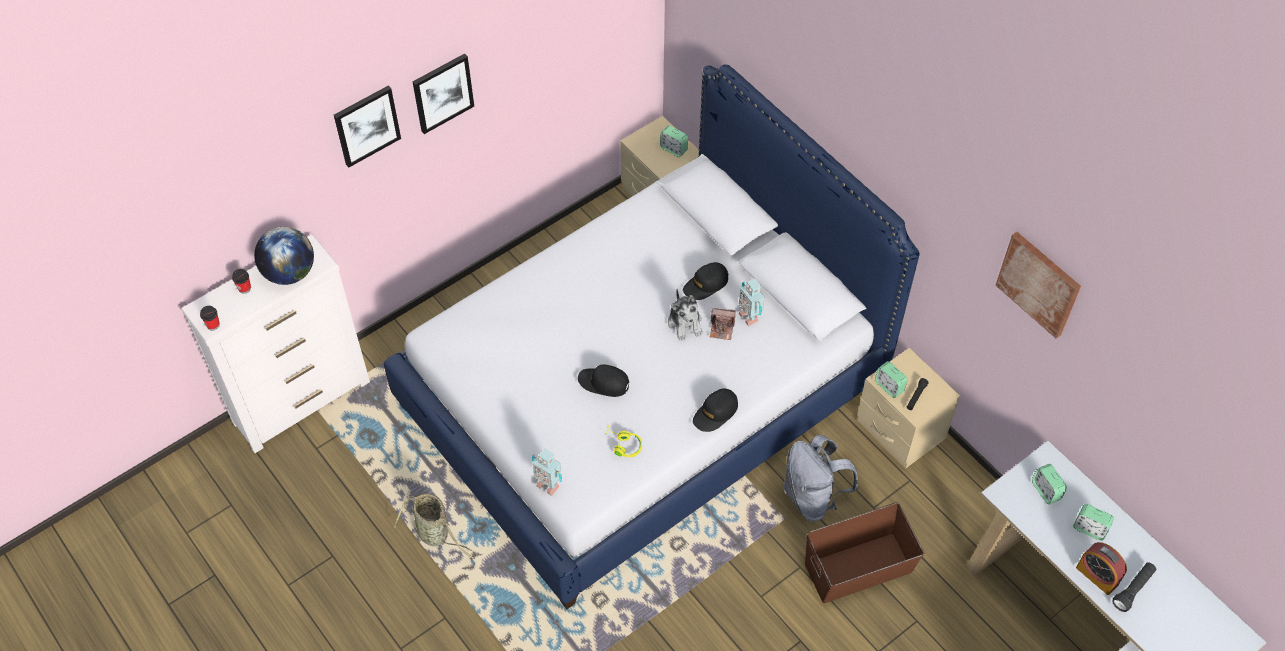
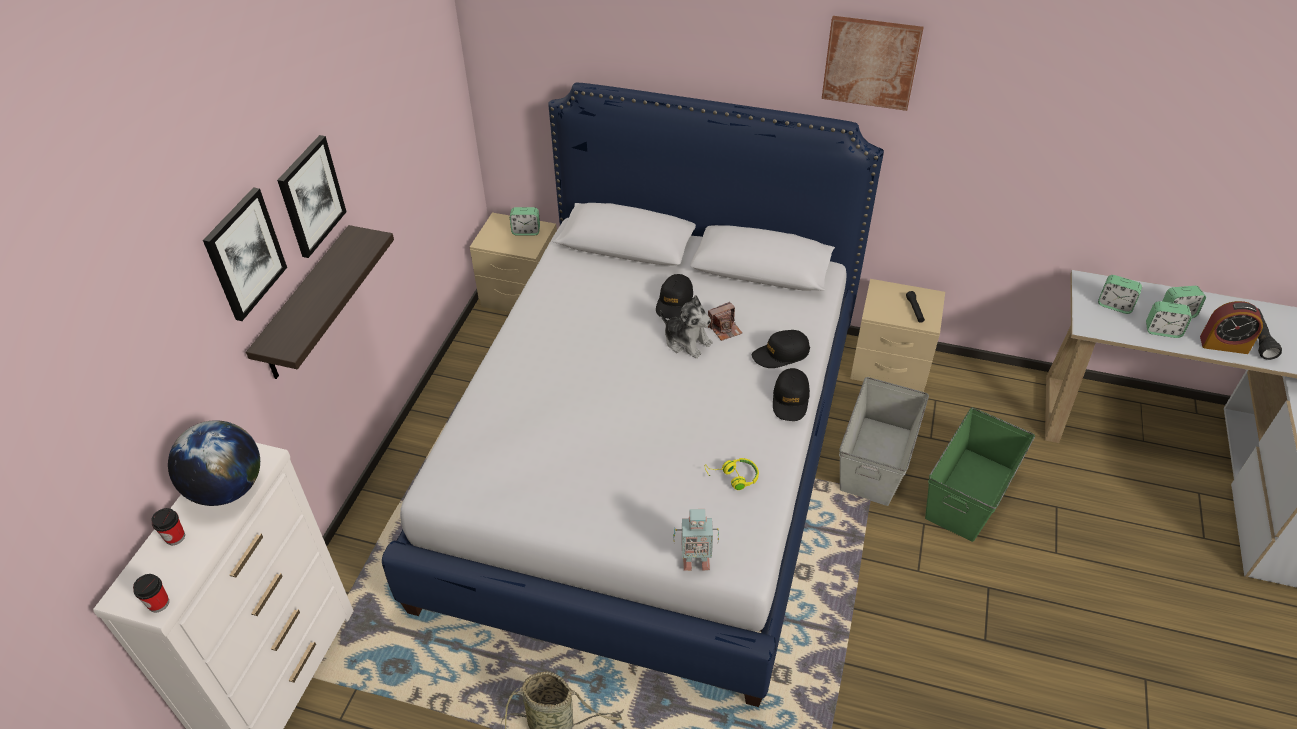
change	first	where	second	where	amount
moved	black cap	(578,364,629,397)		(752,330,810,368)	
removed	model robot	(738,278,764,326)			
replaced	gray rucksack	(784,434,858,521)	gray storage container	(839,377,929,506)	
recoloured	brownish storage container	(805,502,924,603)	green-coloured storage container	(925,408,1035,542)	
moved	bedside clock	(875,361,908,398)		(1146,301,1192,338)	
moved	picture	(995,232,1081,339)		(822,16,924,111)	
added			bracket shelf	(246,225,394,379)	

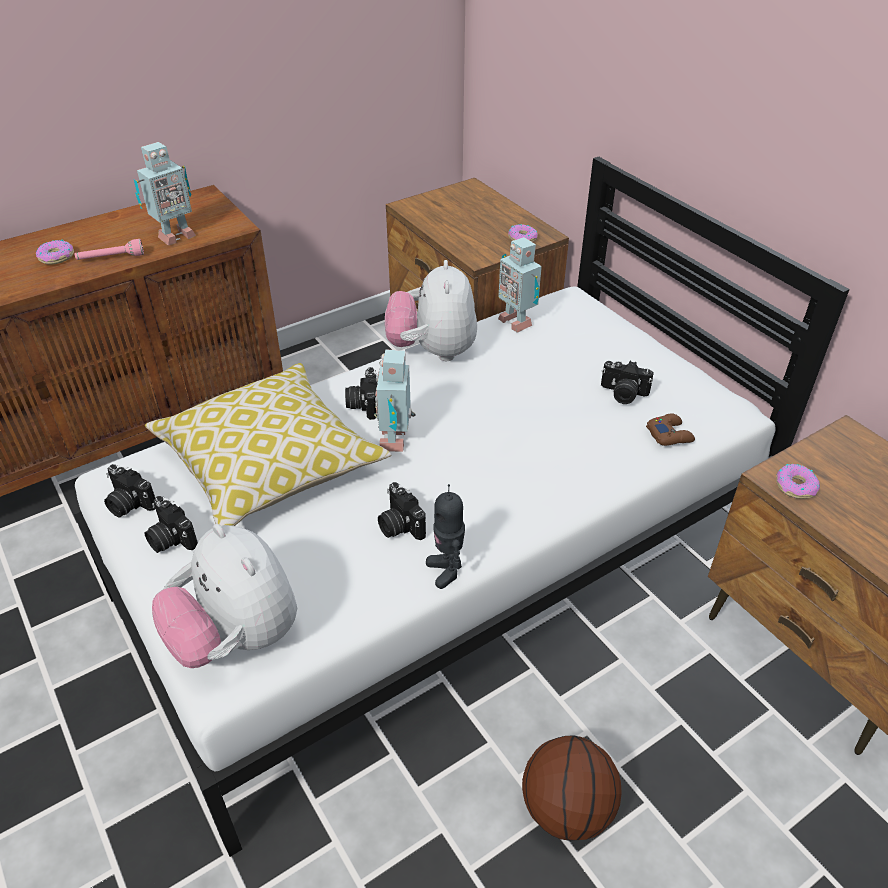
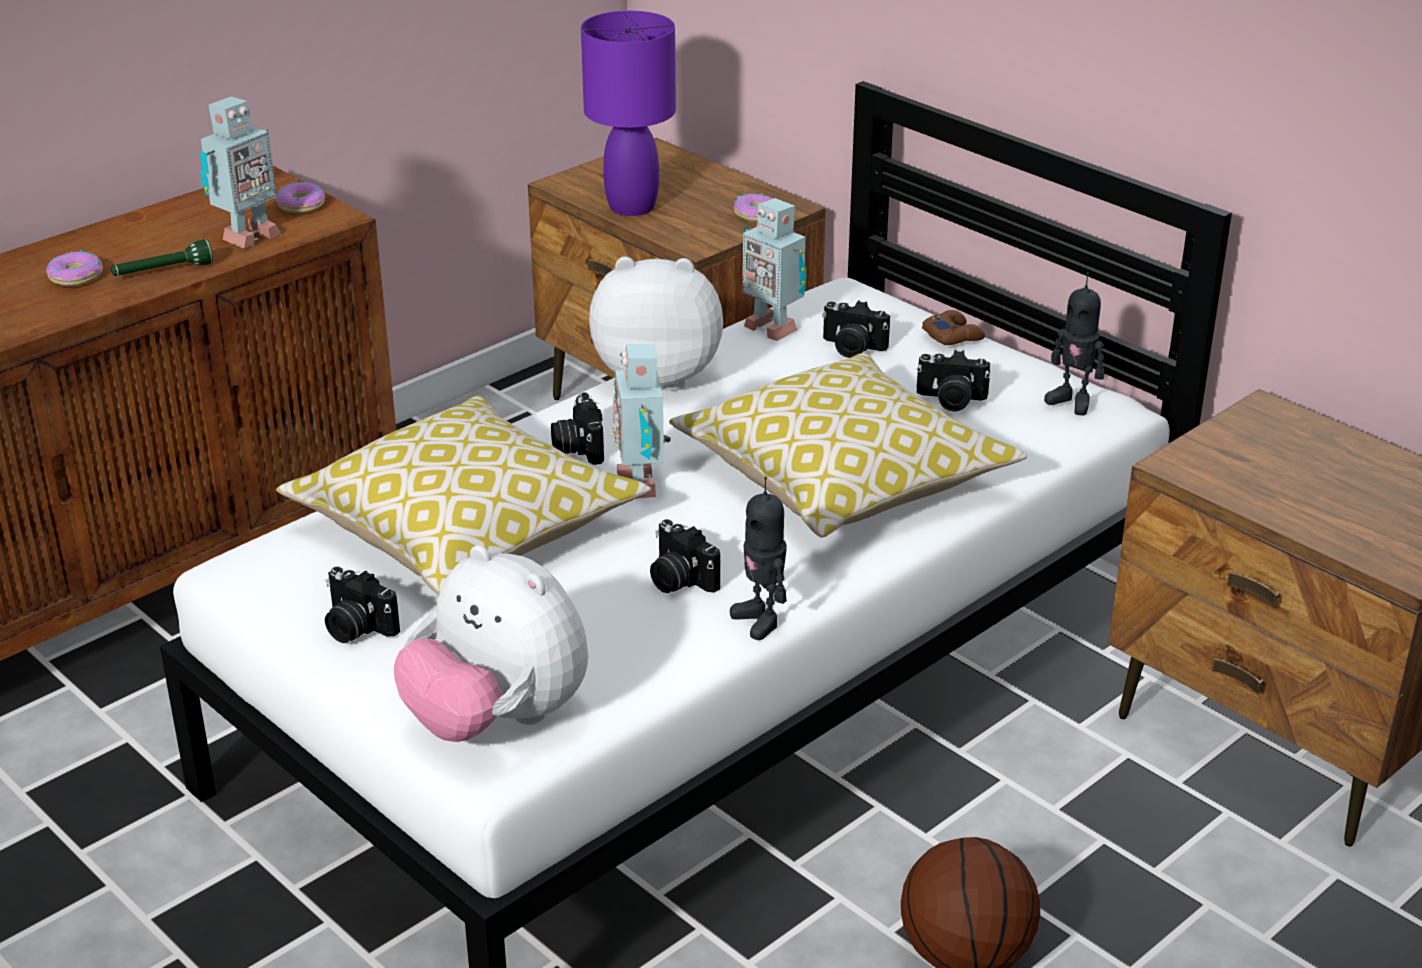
change	first	where	second	where	amount
recoloured	pink-coloured flashlight	(75,239,144,260)	green-coloured flashlight	(111,239,213,276)	
moved	photo camera	(104,464,155,517)		(822,300,890,358)	
turned	soft toy	(385,260,477,361)		(589,257,723,390)	105 degrees clockwise
moved	brownish gamepad	(646,413,695,446)		(922,310,985,345)	
moved	donut	(776,464,820,499)		(275,182,325,213)	
added			purplish tabletop lamp	(581,11,676,216)	
added			cushion	(669,353,1027,537)	
added			model robot	(1044,272,1104,416)	

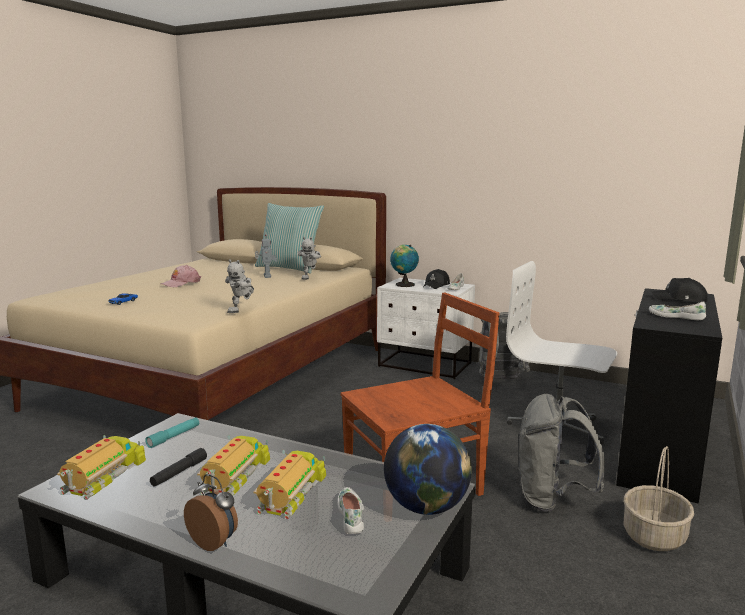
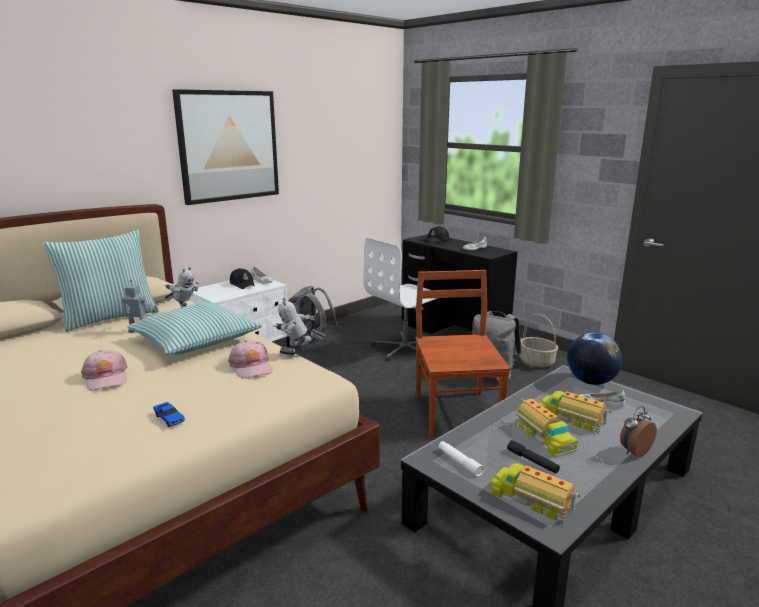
change	first	where	second	where	amount
recoloured	blue-green flashlight	(145,417,199,448)	whitish flashlight	(439,441,484,476)	
turned	toy lorry	(197,435,270,496)		(514,398,578,457)	150 degrees counterclockwise
turned	model robot	(225,259,254,313)		(274,298,325,355)	135 degrees clockwise
removed	desk globe	(390,245,419,287)			
added			cushion	(127,302,262,354)	
added			picture	(172,89,279,205)	
added			pink-coloured cap	(228,340,273,379)	

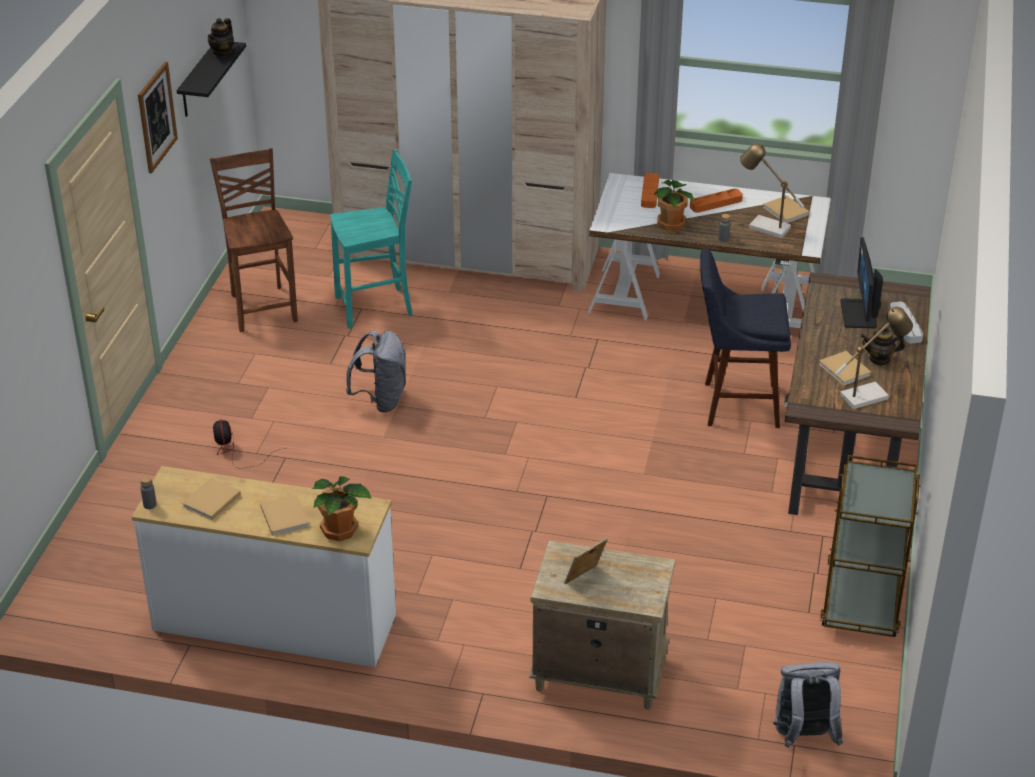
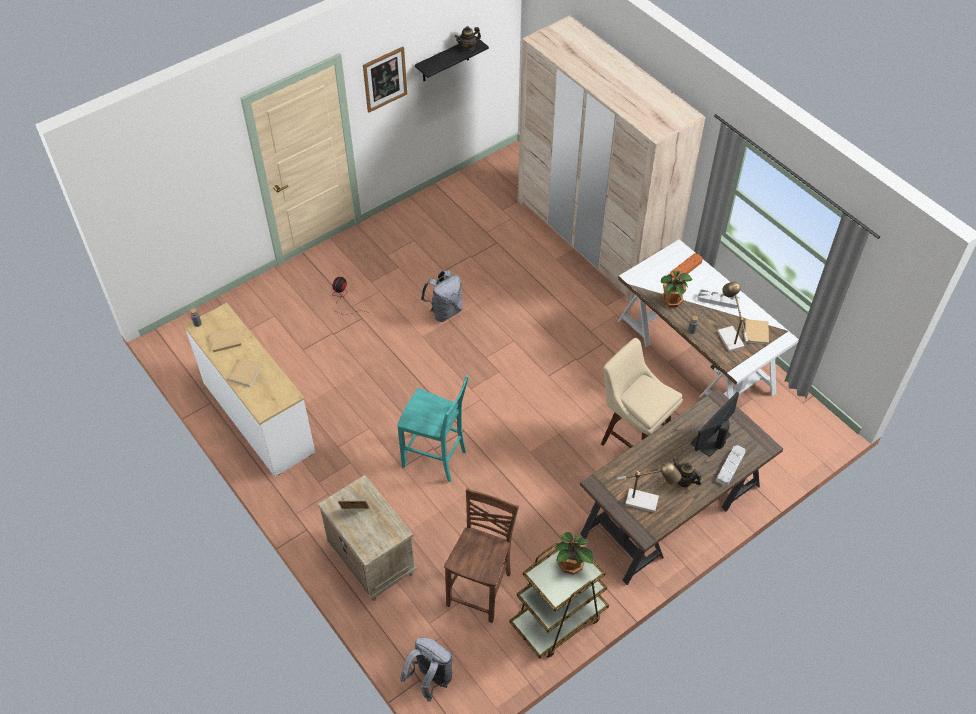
change	first	where	second	where	amount
moved	brownish plain chair	(210,148,298,332)		(444,488,519,623)	
moved	plant in a pot	(312,476,372,541)		(555,532,593,574)	
moved	blue-green plain chair	(330,150,413,329)		(397,375,469,482)	
recoloured	orange-coloured carrying tray	(690,189,743,213)	whitish carrying tray	(697,289,740,309)	
recoloured	bluish sitting stool	(700,248,791,428)	beige-coloured sitting stool	(601,338,683,448)	
removed	beige-coloured volume	(819,351,871,386)			

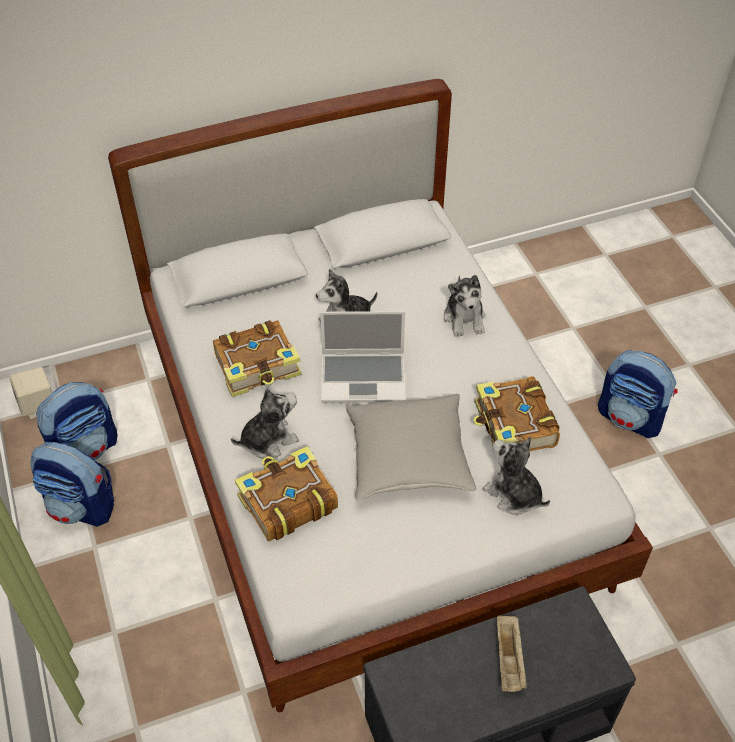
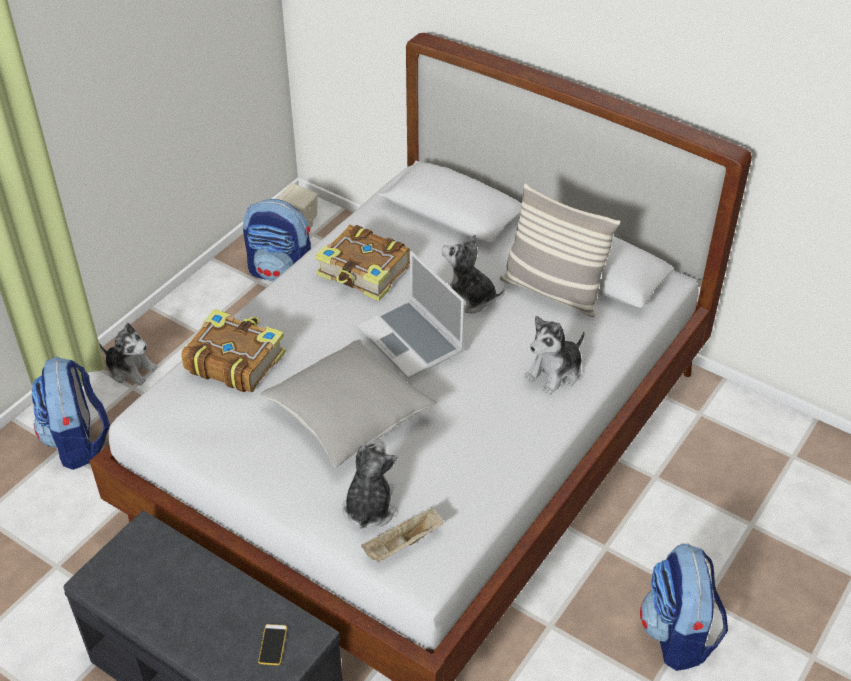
change	first	where	second	where	amount
moved	rucksack	(31,442,114,527)		(32,357,110,470)	
moved	soft toy	(231,388,299,459)		(99,323,157,386)	
removed	volume	(474,376,560,451)			
moved	beige-coloured carrying tray	(497,615,527,692)		(361,507,443,563)	
added			telephone	(258,624,287,665)	
added			cushion	(500,183,621,317)	

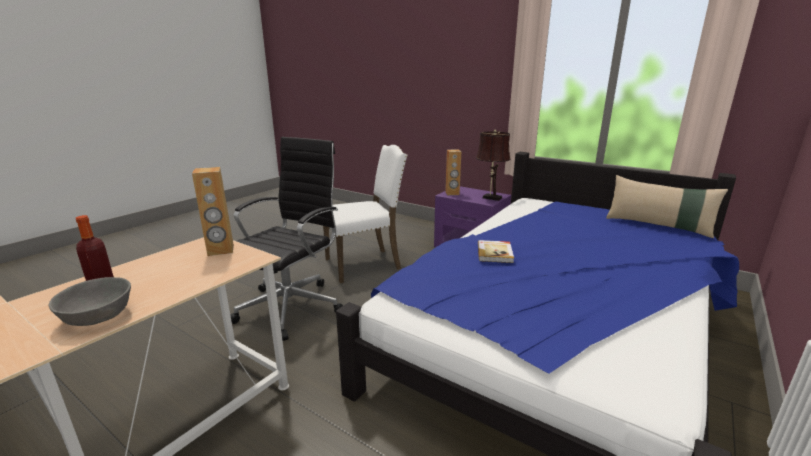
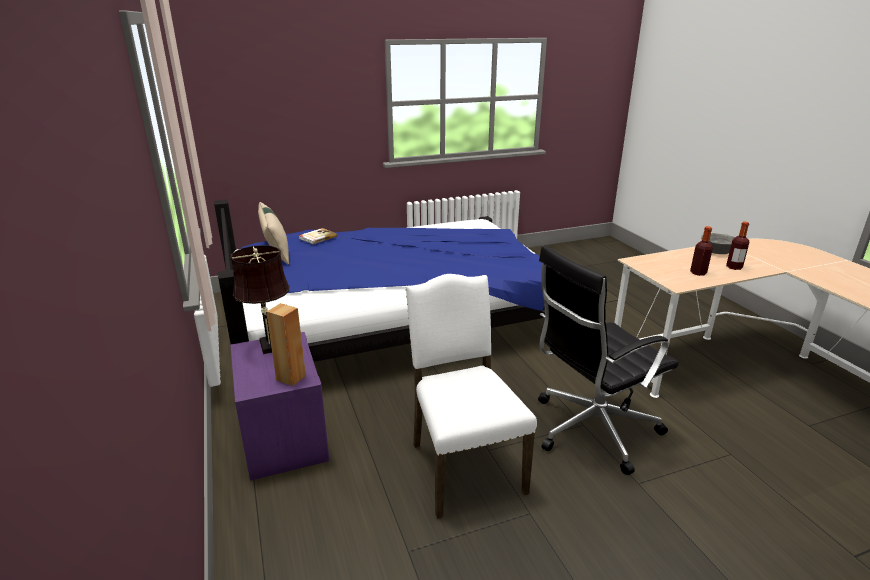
change	first	where	second	where	amount
removed	brownish audio speaker	(192,167,234,256)			
turned	whitish plain chair	(323,145,408,283)		(405,274,537,519)	60 degrees clockwise
moved	volume	(478,240,514,263)		(299,228,337,244)	
added			drink bottle	(690,226,713,276)	

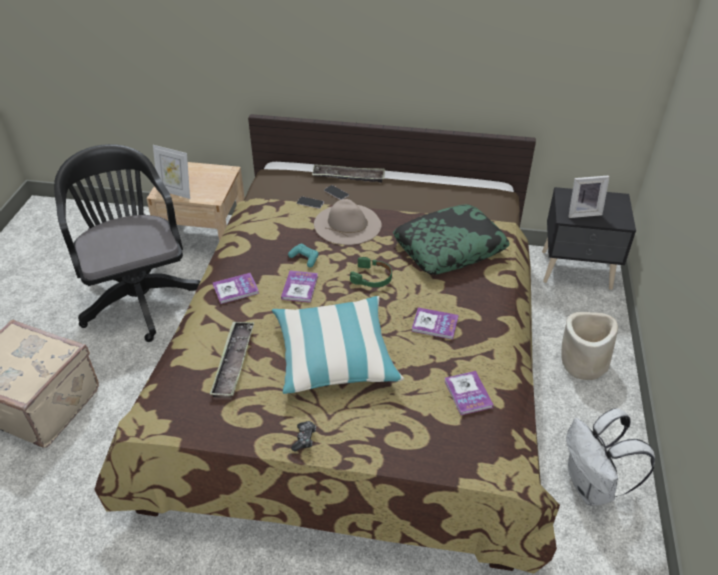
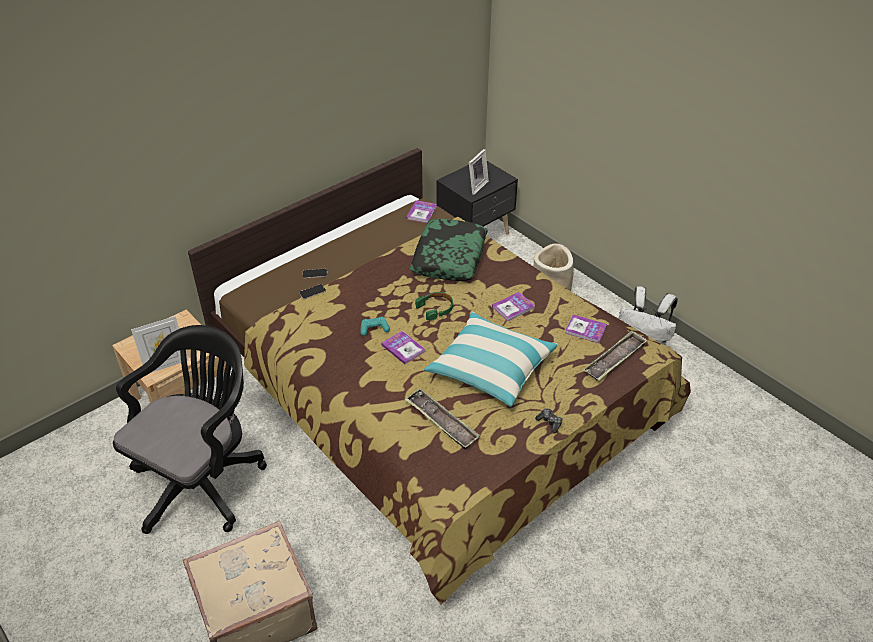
change	first	where	second	where	amount
turned	black computer chair	(54,144,201,342)		(113,325,267,534)	105 degrees clockwise
moved	volume	(213,273,259,304)		(406,200,437,223)	
moved	carrying tray	(312,165,385,183)		(584,330,647,381)	
removed	beige-coloured hat	(314,199,382,245)			

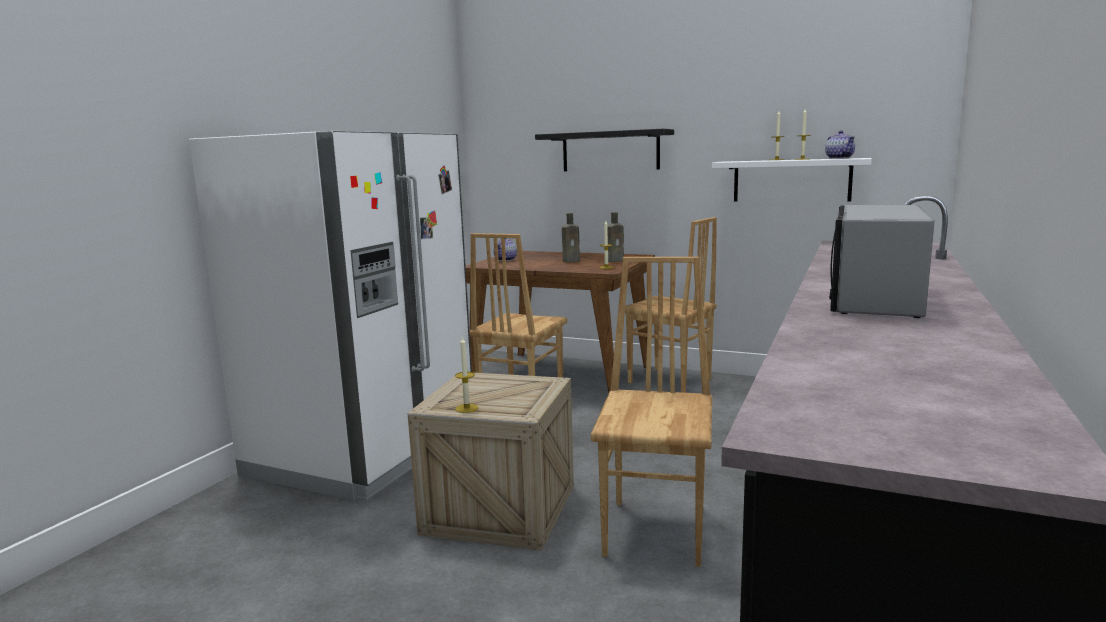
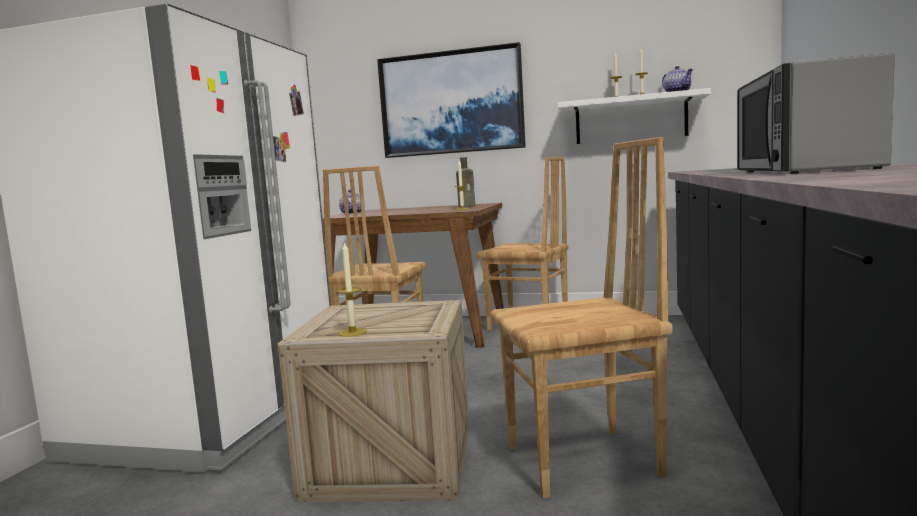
change	first	where	second	where	amount
replaced	black bracket shelf	(535,129,674,171)	picture	(377,42,526,158)	
removed	brownish drink bottle	(562,213,580,262)			
turned	brownish plain chair	(591,257,712,567)		(490,137,672,499)	75 degrees clockwise

